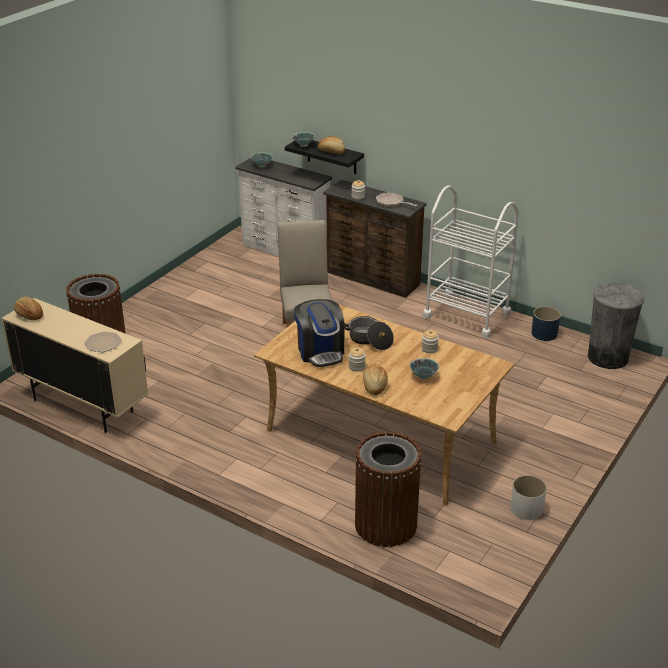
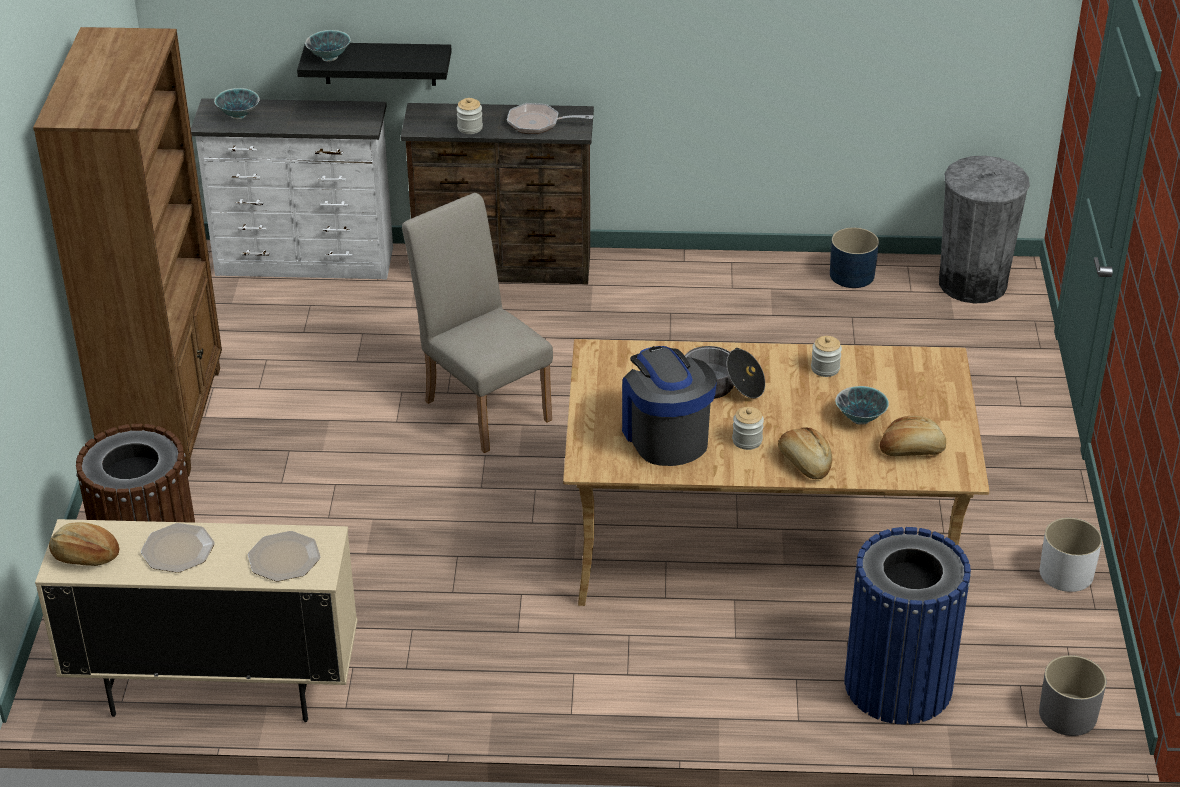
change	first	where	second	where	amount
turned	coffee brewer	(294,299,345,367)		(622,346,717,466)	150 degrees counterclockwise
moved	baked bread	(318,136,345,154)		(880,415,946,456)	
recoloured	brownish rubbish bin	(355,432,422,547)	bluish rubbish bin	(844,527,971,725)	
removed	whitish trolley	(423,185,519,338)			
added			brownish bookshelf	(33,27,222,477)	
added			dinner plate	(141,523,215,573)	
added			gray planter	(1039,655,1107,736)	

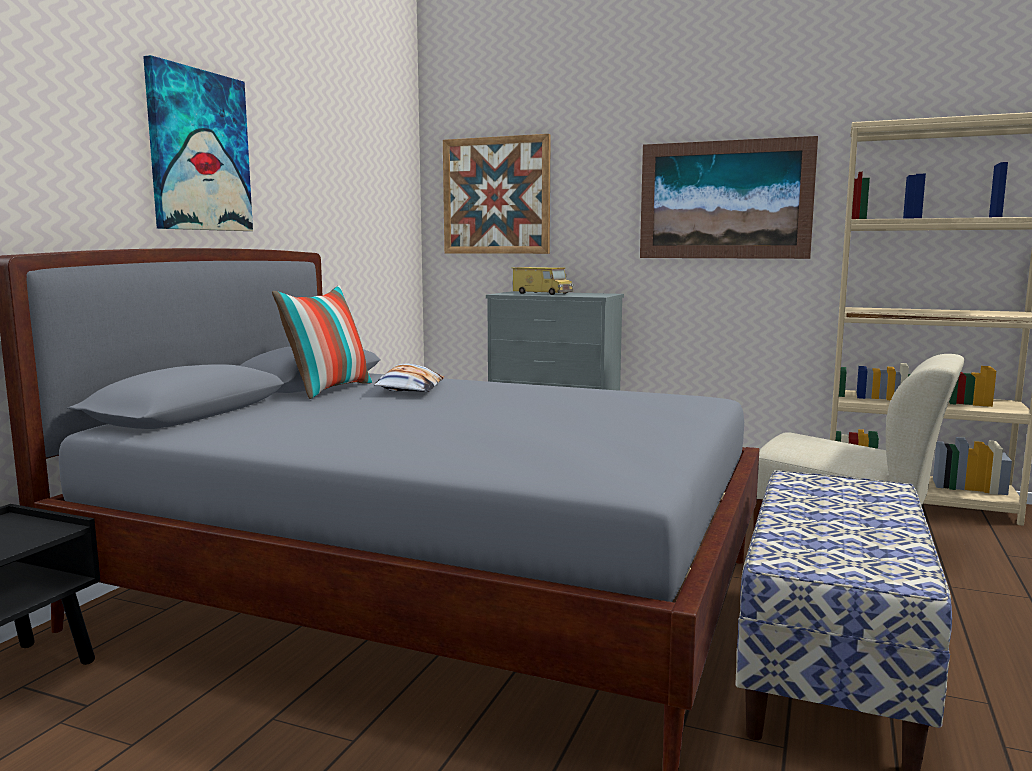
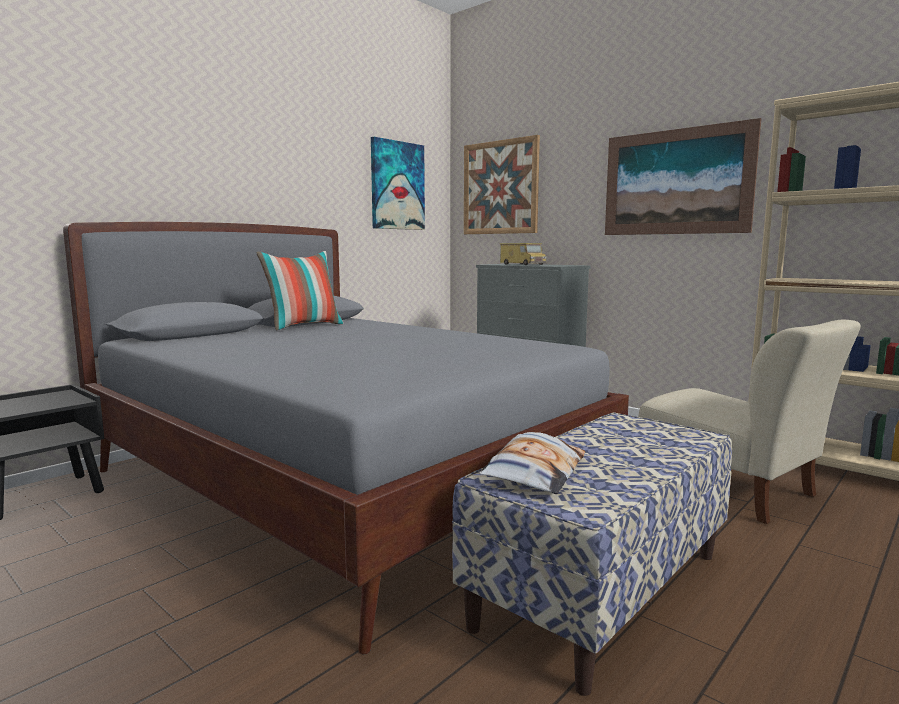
change	first	where	second	where	amount
moved	picture	(143,55,253,231)		(371,137,425,230)	
moved	cushion	(374,363,444,392)		(479,432,585,494)	

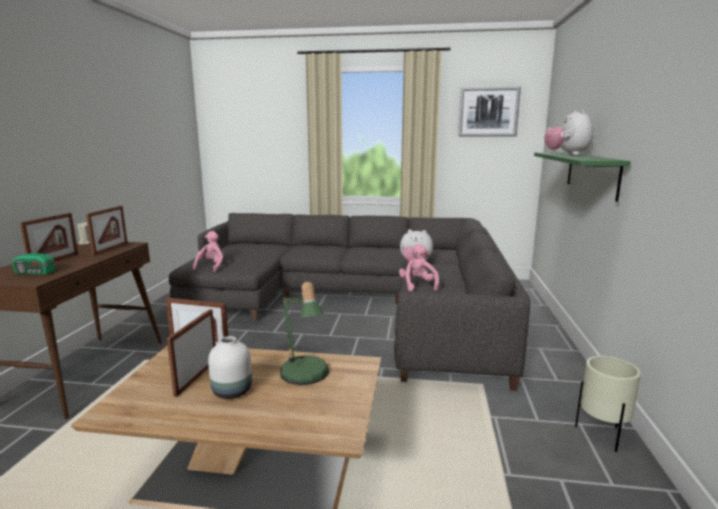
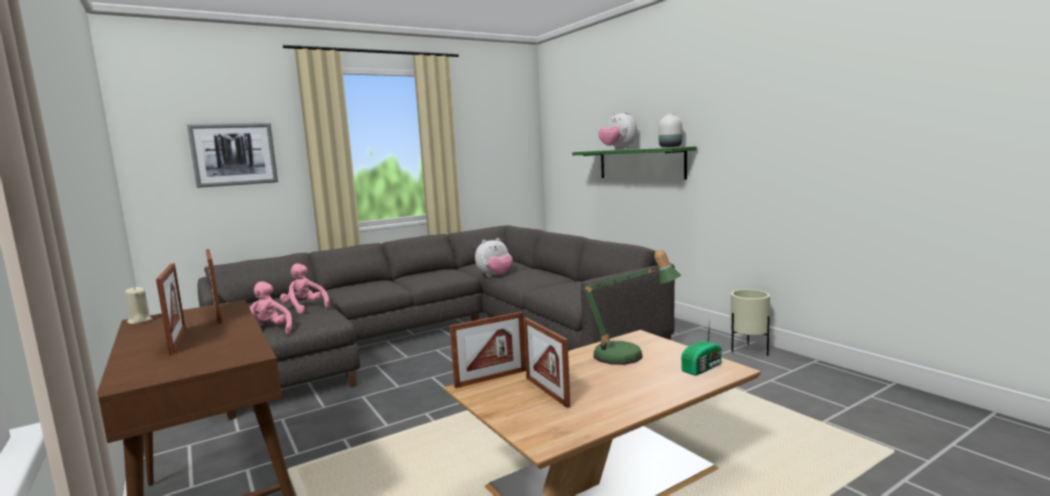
change	first	where	second	where	amount
moved	radio set	(12,239,55,275)		(681,318,722,376)	
moved	whitish decorative vase	(208,336,252,399)		(658,114,682,148)	
moved	pink-coloured soft toy	(399,244,439,291)		(280,263,330,314)	
moved	picture	(458,86,521,136)		(187,123,278,188)	

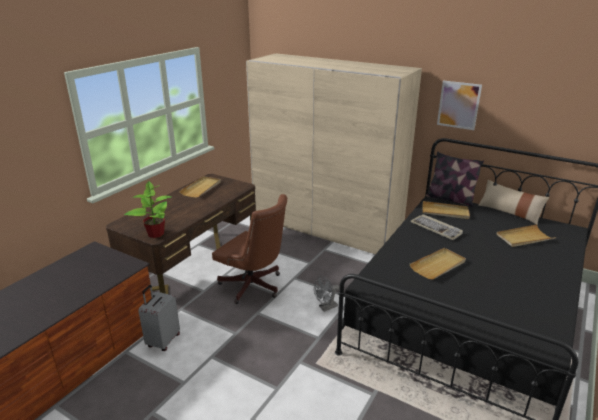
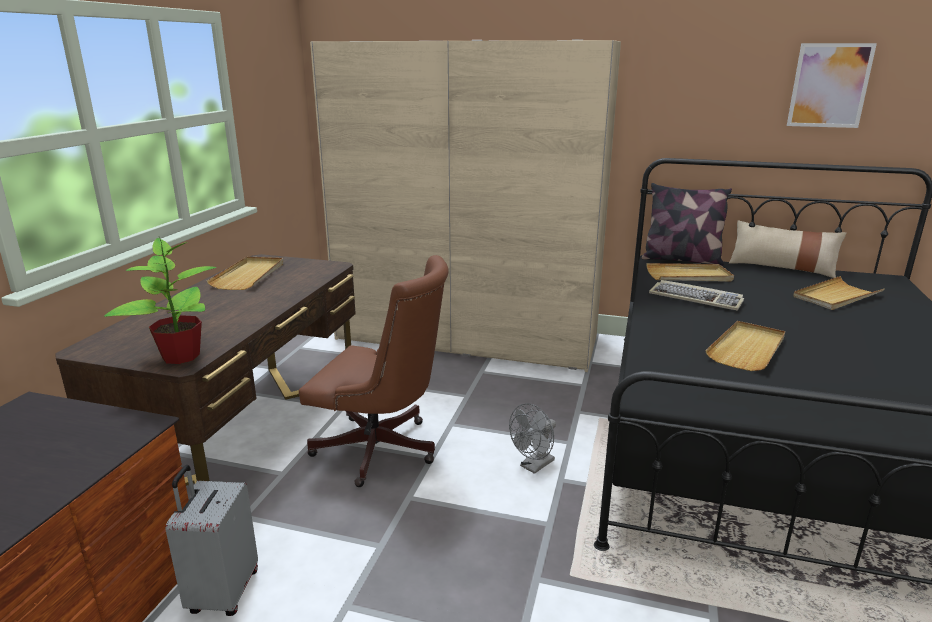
change	first	where	second	where	amount
moved	picture	(437,80,482,130)		(787,43,877,128)	

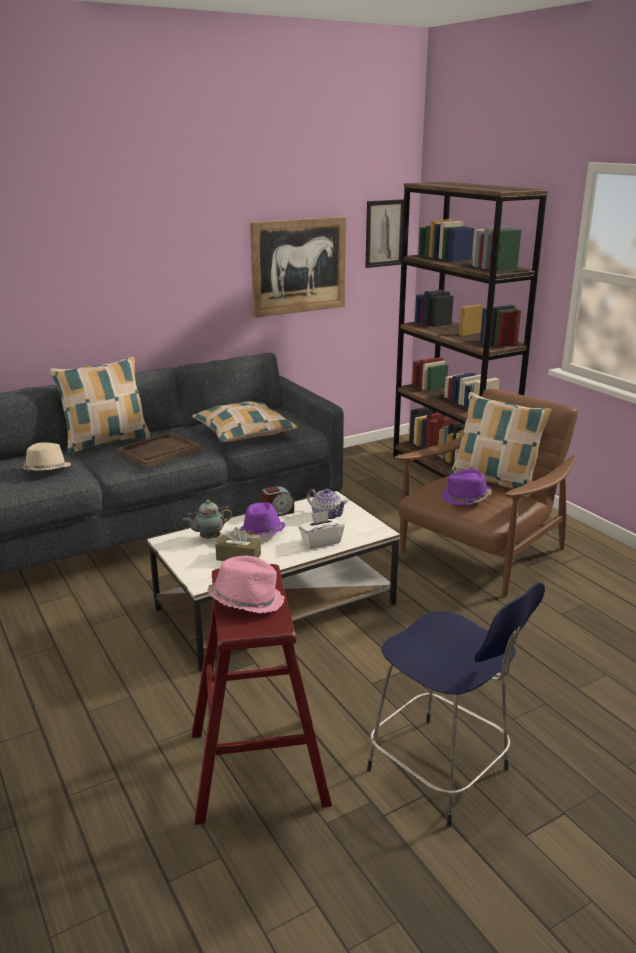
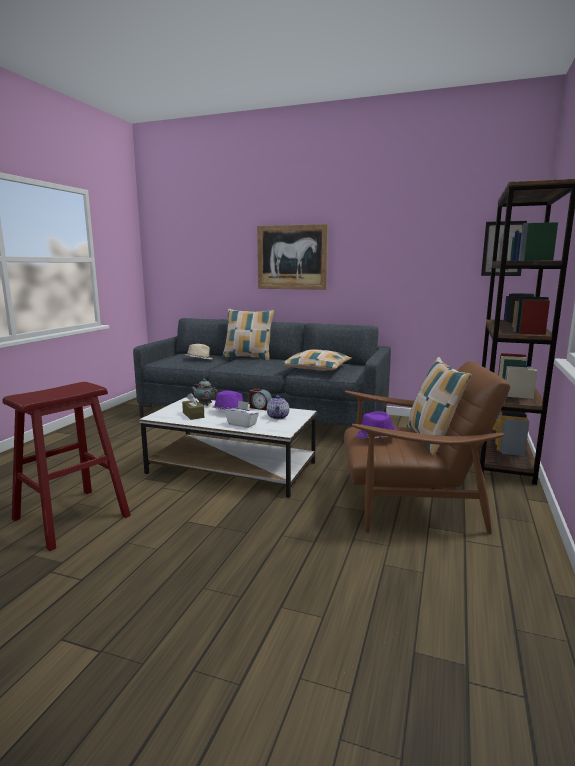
change	first	where	second	where	amount
removed	brownish carrying tray	(117,432,201,468)			
removed	pink-coloured hat	(207,556,285,613)			
moved	picture	(250,216,346,318)		(257,224,328,290)	
removed	bluish sitting stool	(367,582,545,827)			

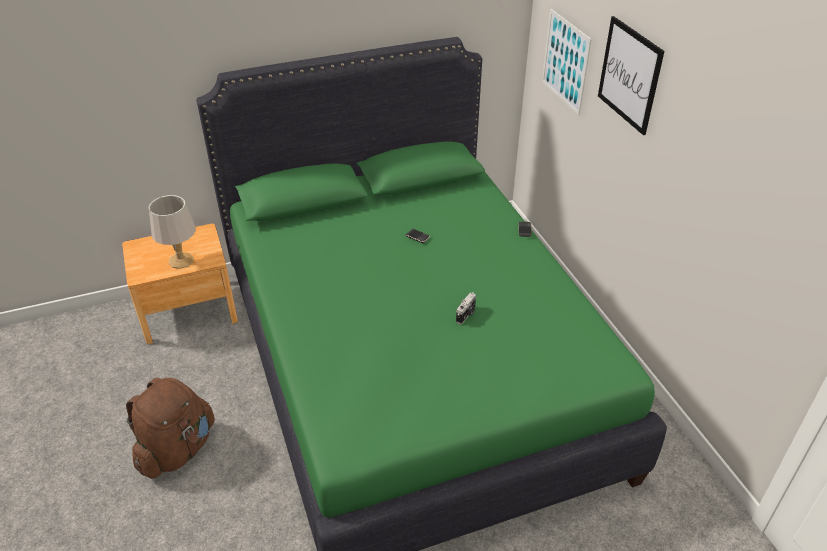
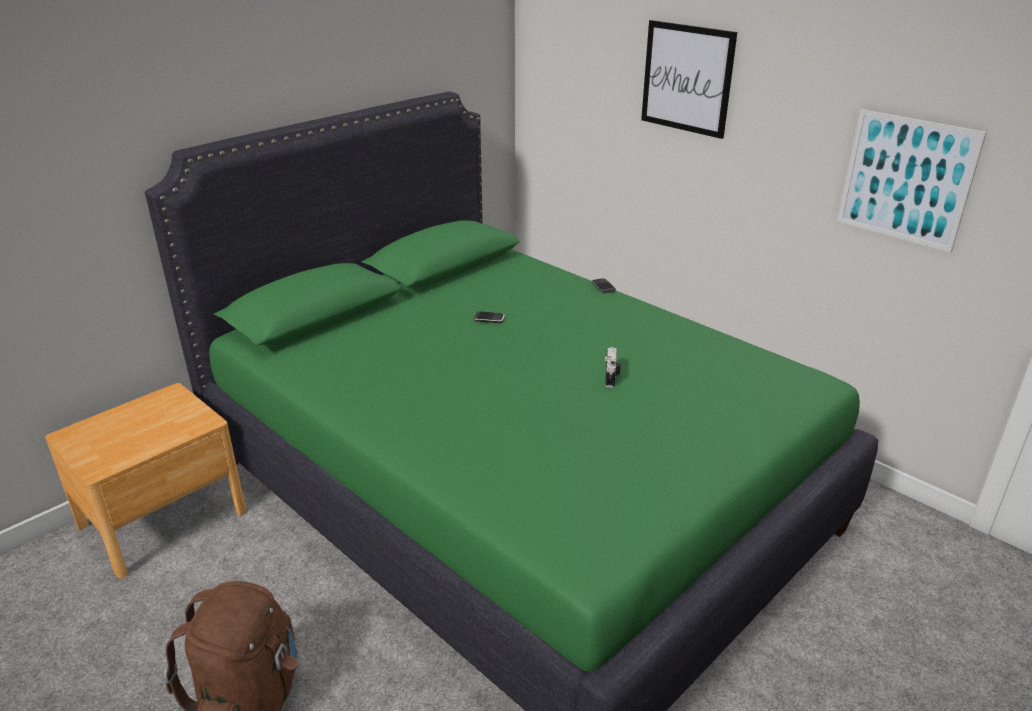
change	first	where	second	where	amount
removed	gray tabletop lamp	(149,195,196,269)			
moved	picture	(542,9,592,115)		(837,109,987,252)	

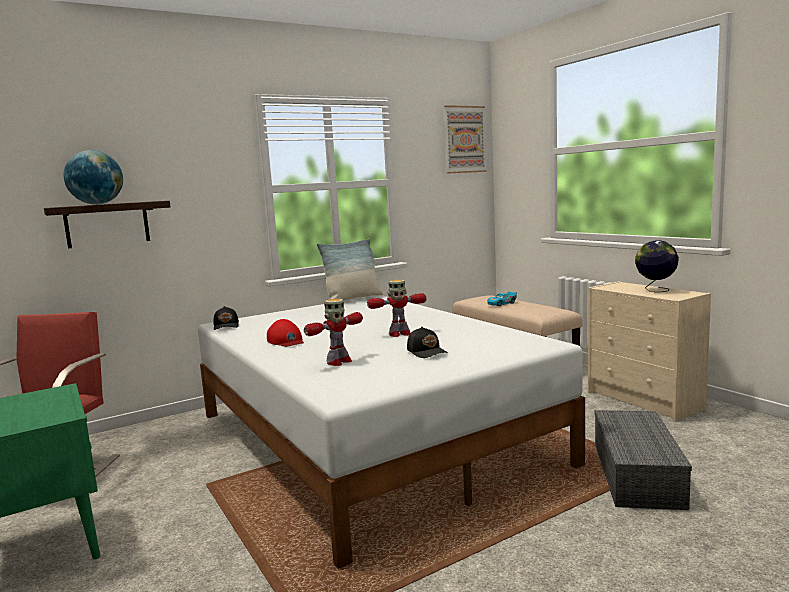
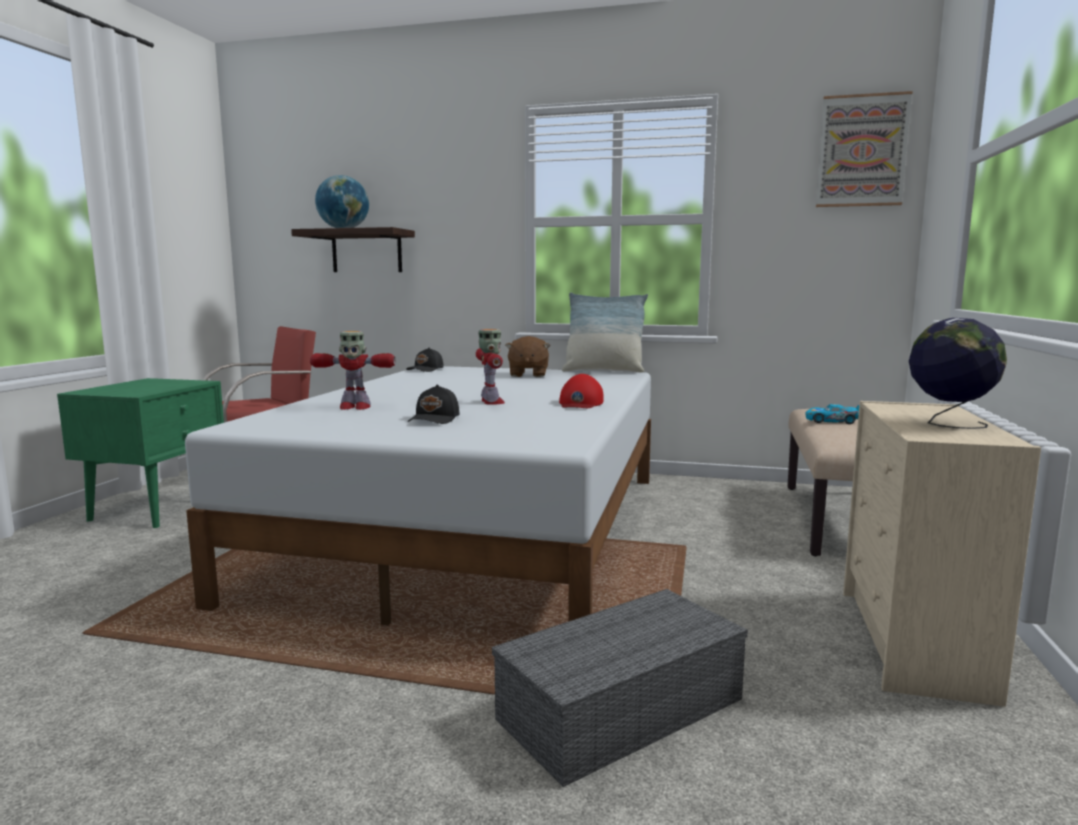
change	first	where	second	where	amount
moved	reddish cap	(267,319,304,347)		(559,374,604,408)	
turned	model robot	(367,280,426,337)		(476,329,505,405)	135 degrees counterclockwise
added			brownish soft toy	(505,336,550,377)	

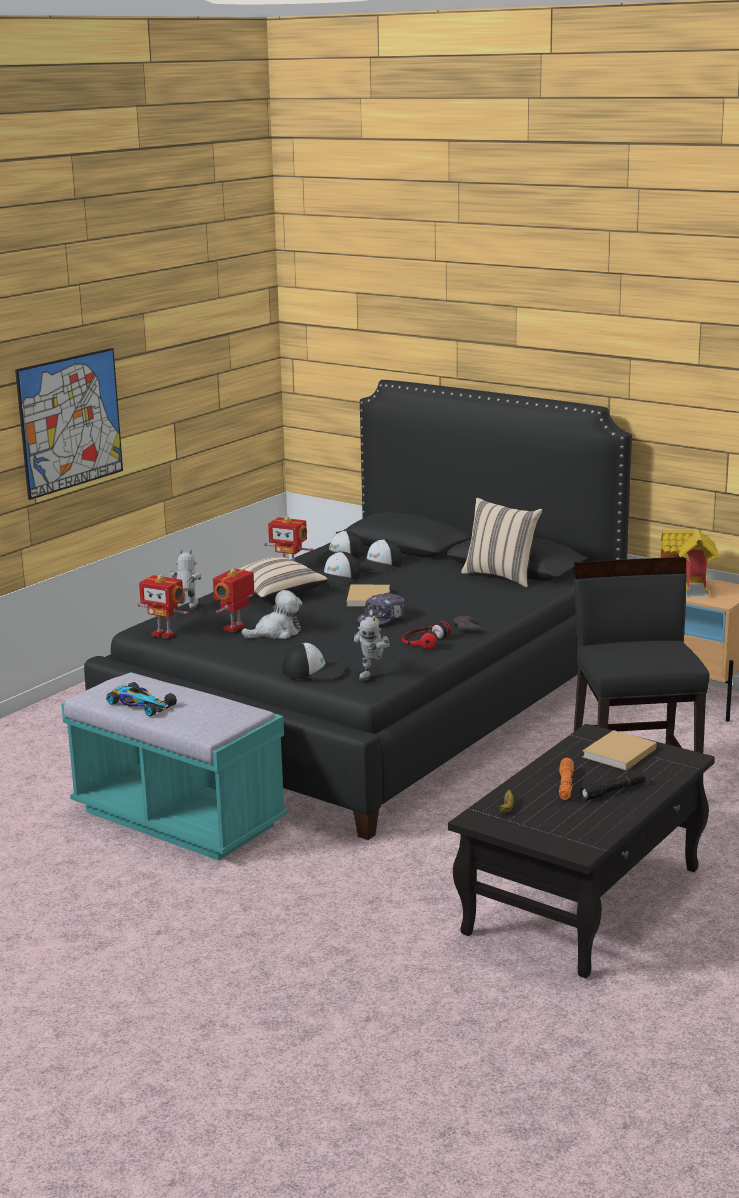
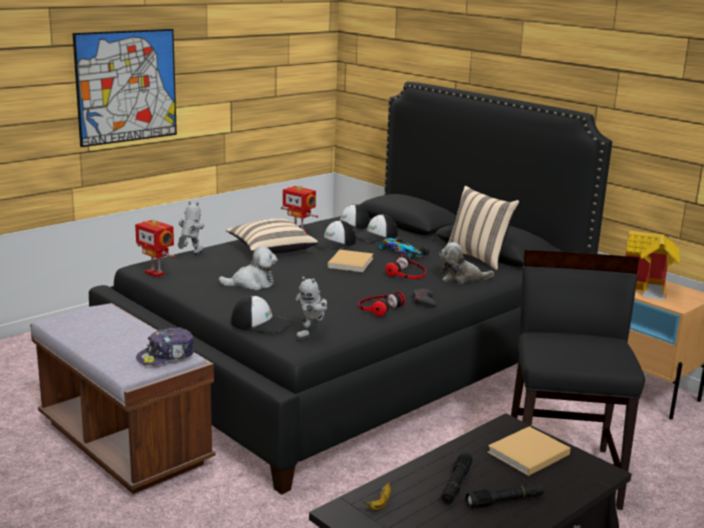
change	first	where	second	where	amount
recoloured	blue-green bench	(61,672,288,861)	brownish bench	(30,303,216,494)	
moved	model car	(106,682,177,716)		(378,237,430,260)	
removed	model robot	(213,569,254,632)			
moved	cap	(358,592,406,625)		(136,328,194,365)	
recoloured	orange-coloured flashlight	(559,758,574,800)	black flashlight	(442,453,472,504)	
added			headset	(385,254,426,279)	
added			soft toy	(439,242,494,284)	

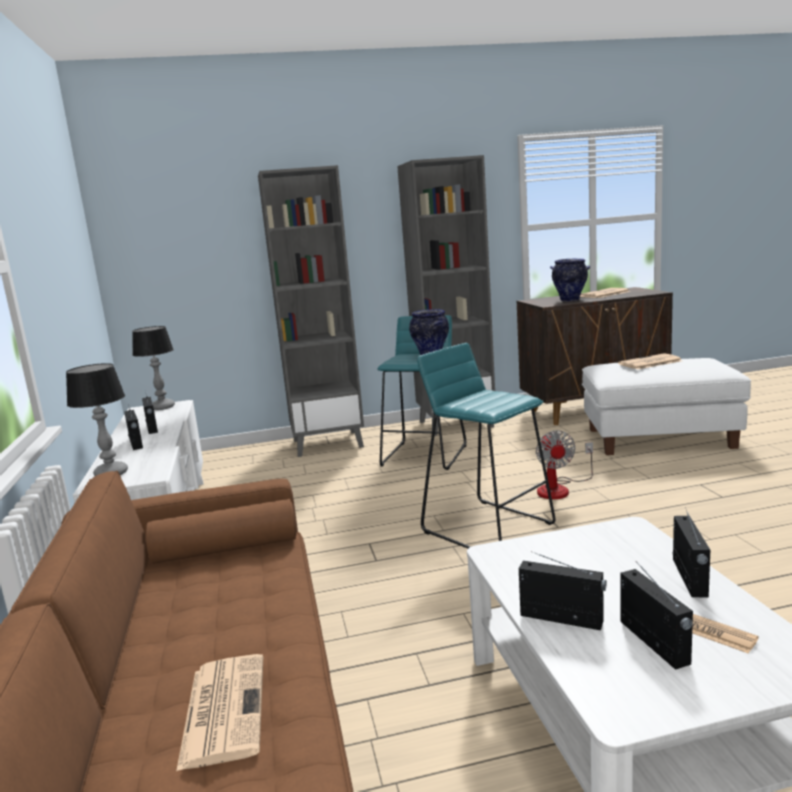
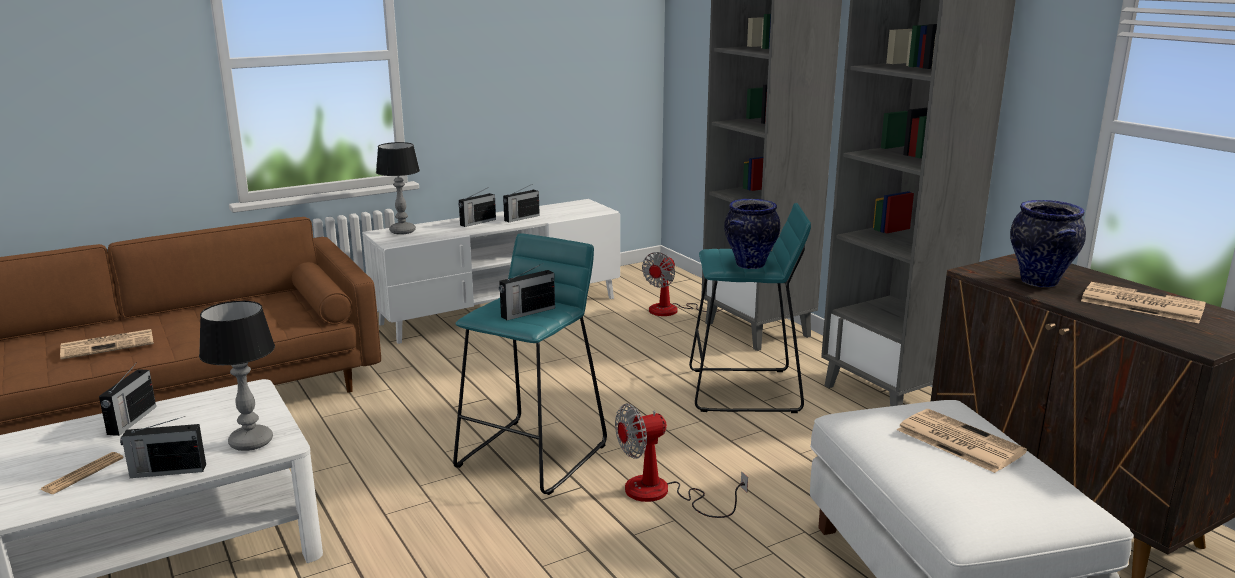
change	first	where	second	where	amount
moved	tabletop lamp	(132,326,175,410)		(199,301,275,451)	
moved	radio set	(621,561,693,670)		(499,262,555,320)	
added			cooling fan	(642,252,723,316)	

